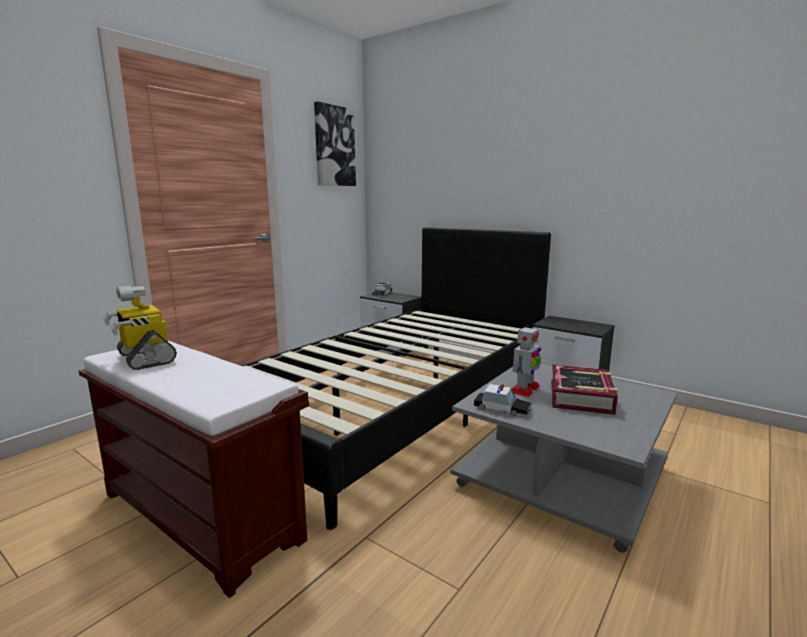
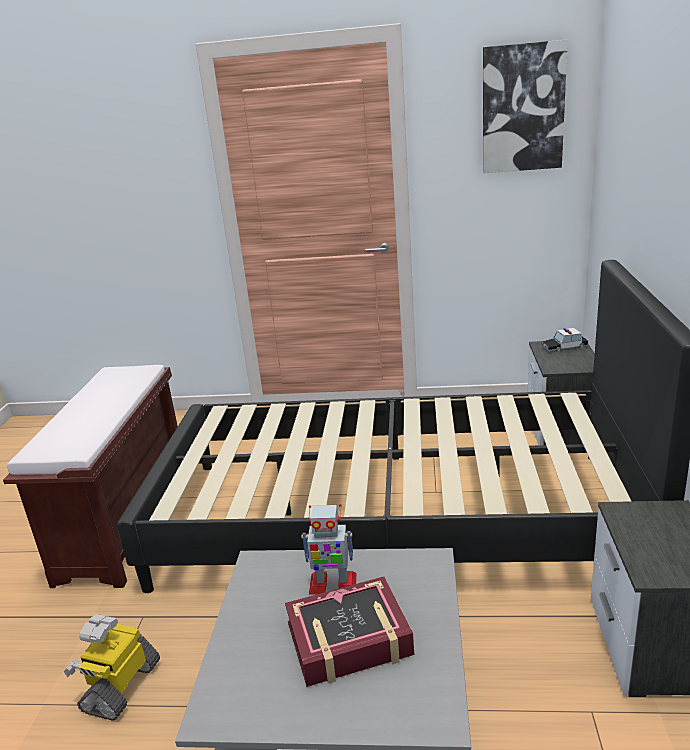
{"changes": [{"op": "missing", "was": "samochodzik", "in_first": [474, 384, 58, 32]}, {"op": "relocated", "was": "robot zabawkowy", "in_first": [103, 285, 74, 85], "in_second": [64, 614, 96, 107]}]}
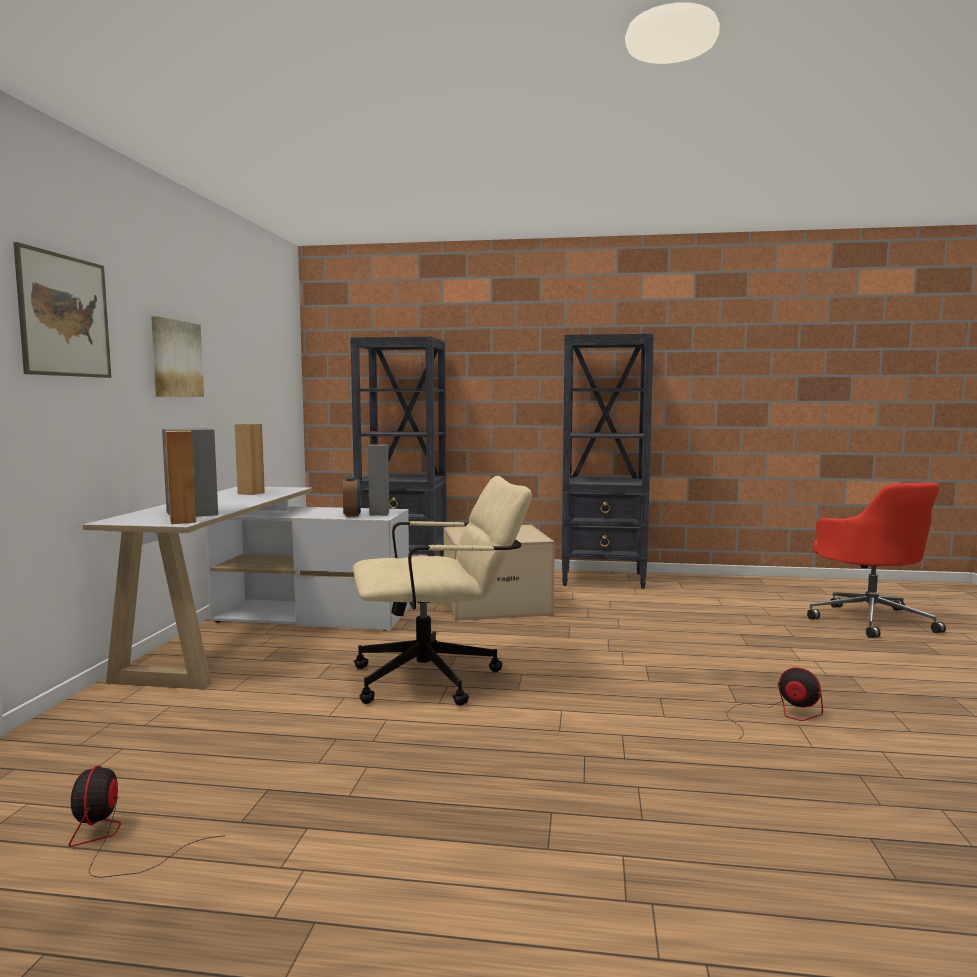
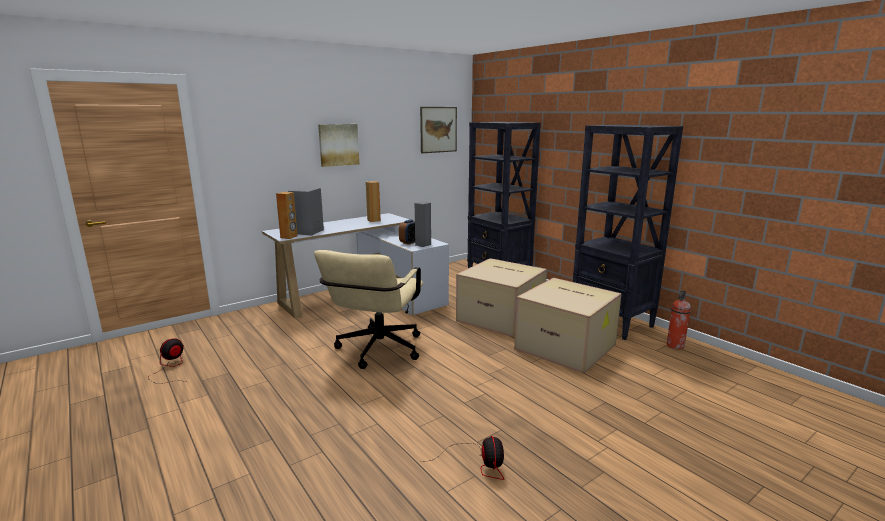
{"changes": [{"op": "missing", "was": "krzesło biurowe [czerwony]", "in_first": [807, 482, 139, 156]}, {"op": "appeared", "now": "karton", "in_second": [514, 278, 108, 95]}, {"op": "appeared", "now": "gaśnica", "in_second": [667, 290, 24, 59]}, {"op": "relocated", "was": "obraz", "in_first": [13, 242, 98, 136], "in_second": [420, 107, 37, 46]}, {"op": "spun", "was": "krzesło biurowe [beżowy]", "in_first": [353, 476, 179, 230], "in_second": [314, 250, 109, 119], "clockwise": 75}]}
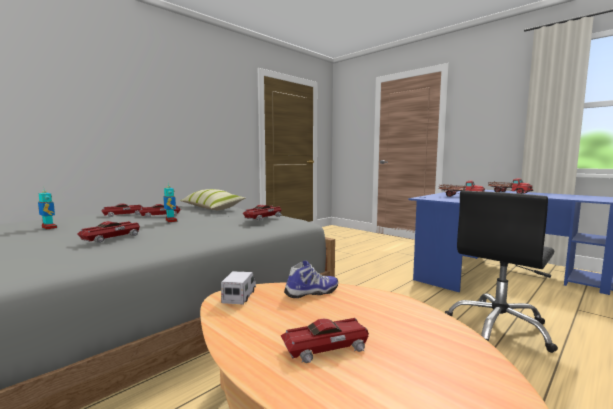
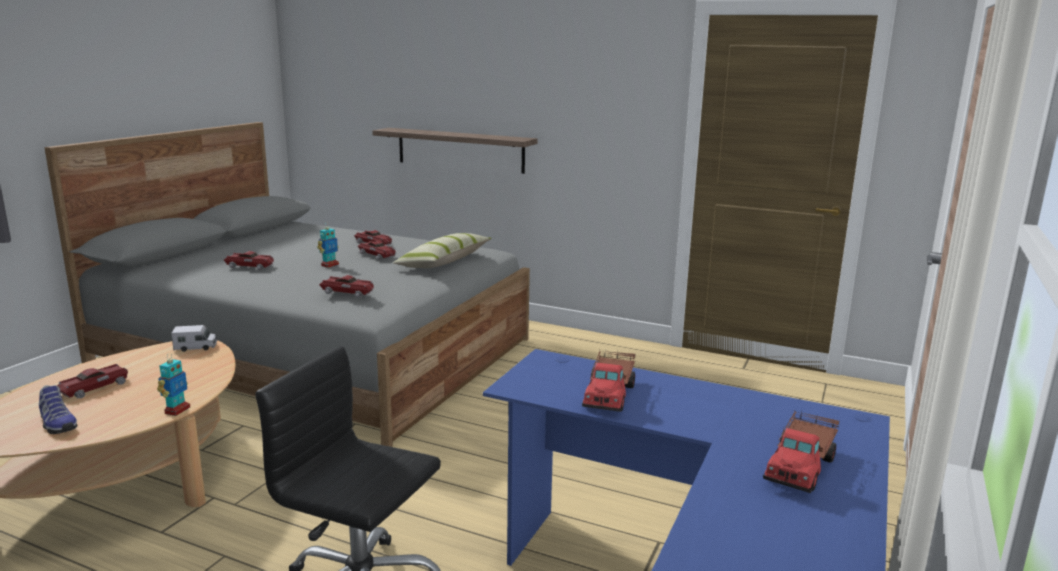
{"changes": [{"op": "appeared", "now": "półka", "in_second": [372, 128, 166, 46]}, {"op": "relocated", "was": "robot zabawkowy", "in_first": [38, 190, 19, 40], "in_second": [157, 353, 33, 63]}, {"op": "relocated", "was": "but", "in_first": [284, 261, 54, 37], "in_second": [39, 385, 38, 49]}, {"op": "spun", "was": "samochodzik", "in_first": [281, 318, 88, 45], "in_second": [57, 364, 71, 35], "clockwise": -105}]}
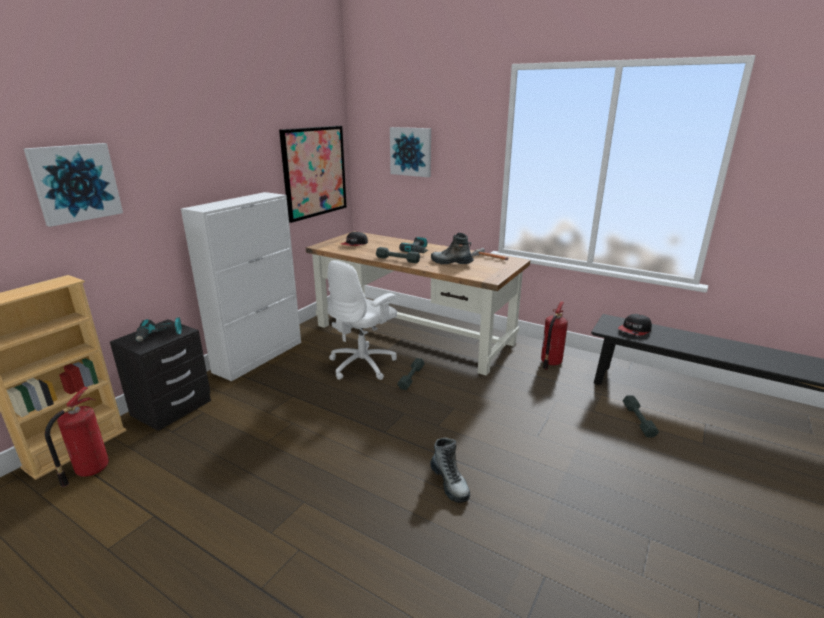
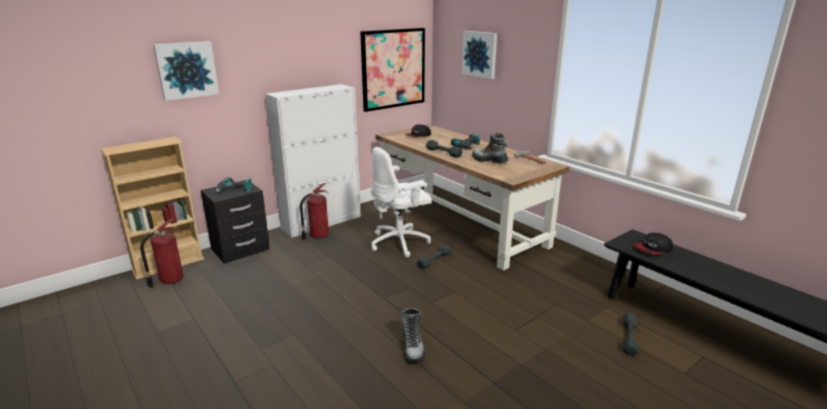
{"changes": [{"op": "relocated", "was": "gaśnica", "in_first": [541, 301, 27, 69], "in_second": [300, 183, 29, 57]}]}
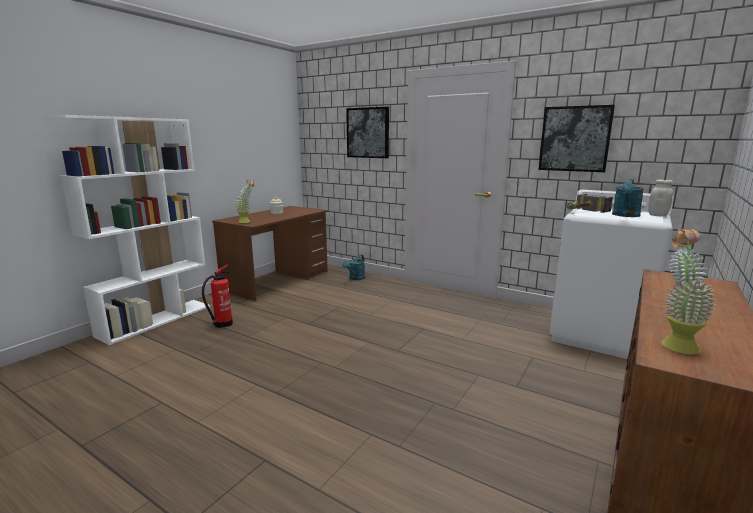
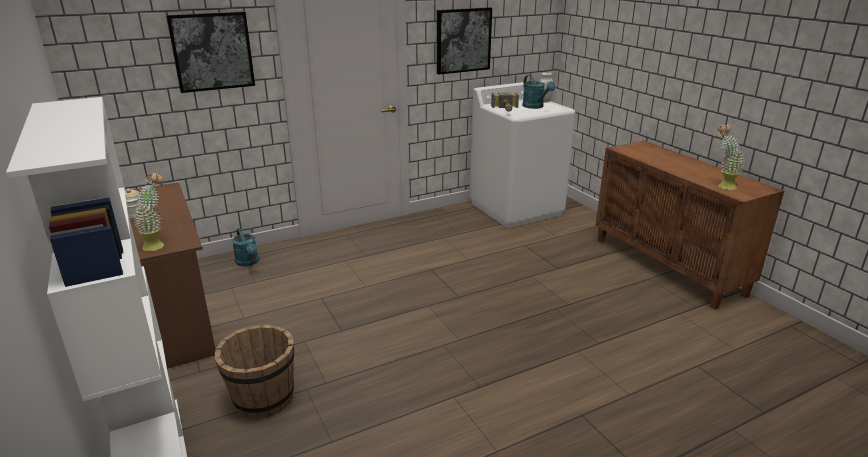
{"changes": [{"op": "exchanged", "was": "gaśnica", "now": "wiadro [brązowy]", "in_first": [202, 265, 31, 63], "in_second": [214, 325, 80, 94]}]}
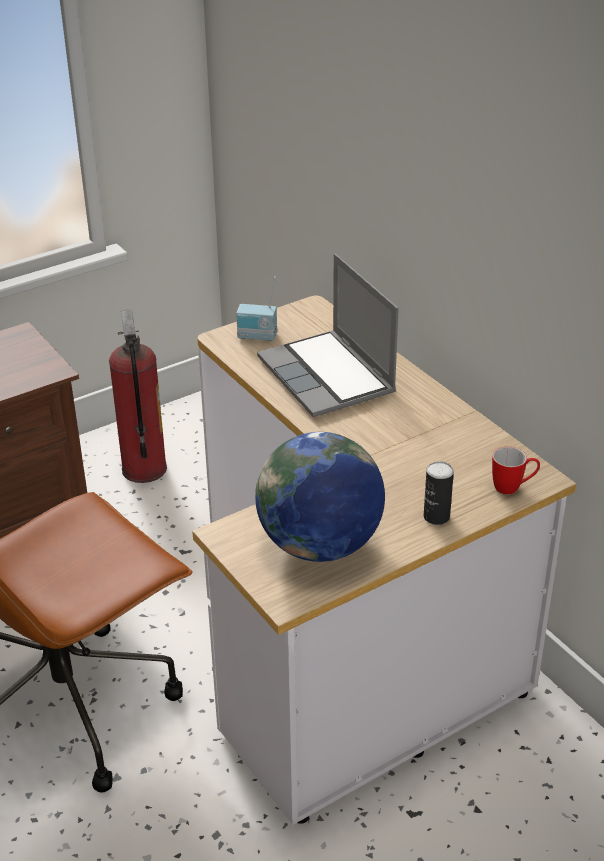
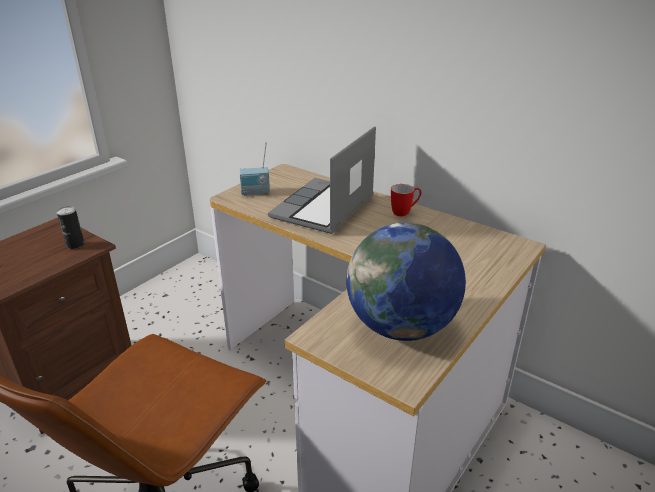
{"changes": [{"op": "missing", "was": "gaśnica", "in_first": [109, 310, 58, 173]}, {"op": "relocated", "was": "puszka", "in_first": [424, 461, 30, 64], "in_second": [57, 206, 27, 43]}, {"op": "relocated", "was": "kubek", "in_first": [492, 447, 48, 48], "in_second": [391, 184, 31, 32]}, {"op": "spun", "was": "laptop", "in_first": [257, 254, 142, 163], "in_second": [268, 126, 108, 108], "clockwise": 75}]}
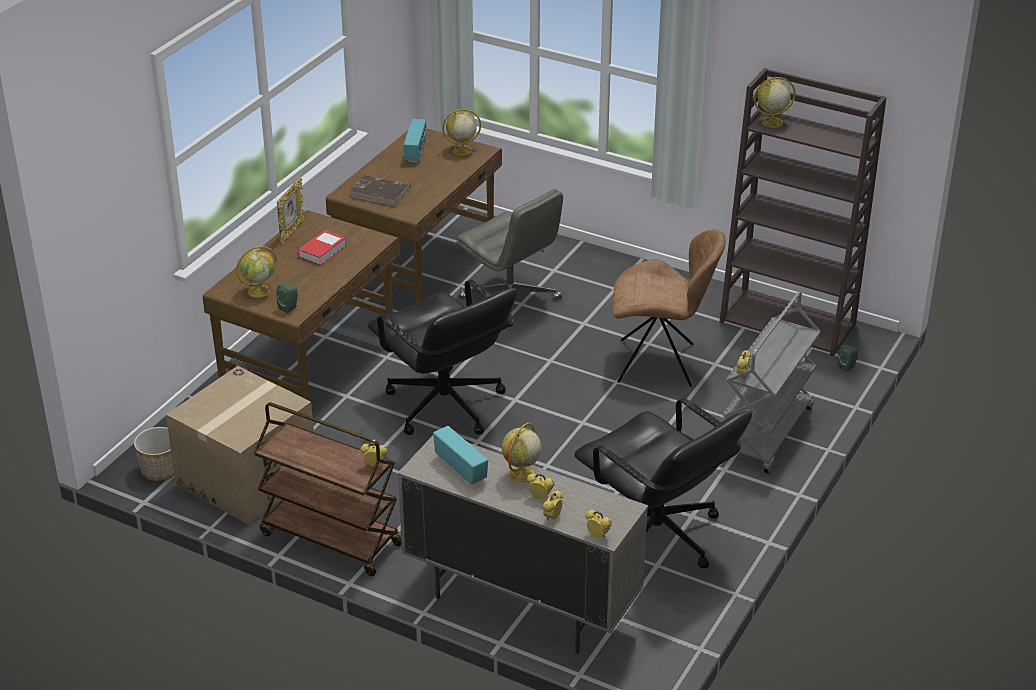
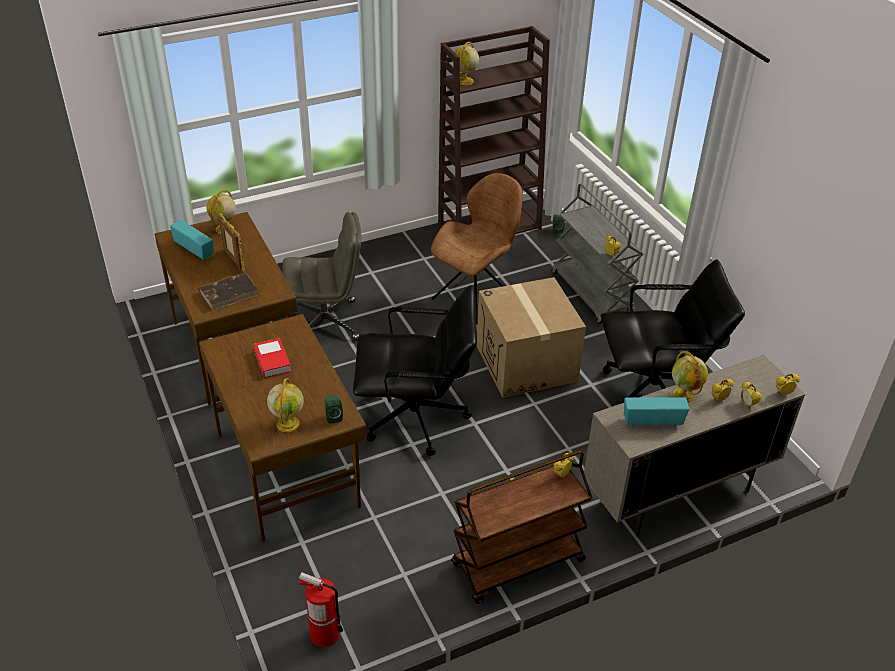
{"changes": [{"op": "relocated", "was": "karton", "in_first": [166, 366, 148, 159], "in_second": [477, 277, 109, 121]}, {"op": "relocated", "was": "ramka na zdjęcie", "in_first": [277, 177, 28, 67], "in_second": [219, 213, 26, 59]}, {"op": "exchanged", "was": "donica", "now": "gaśnica", "in_first": [134, 427, 41, 54], "in_second": [298, 572, 45, 75]}]}
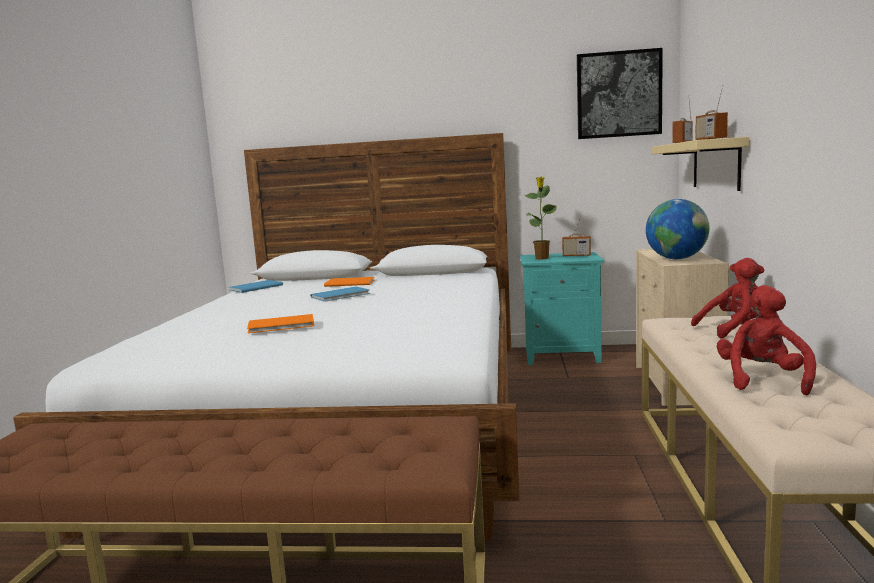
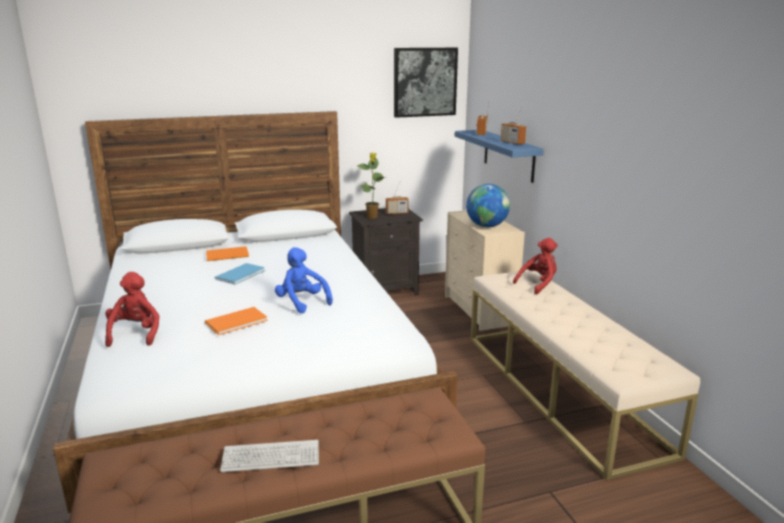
{"changes": [{"op": "missing", "was": "książka [niebieski]", "in_first": [229, 280, 54, 13]}, {"op": "appeared", "now": "klawiatura", "in_second": [220, 440, 99, 32]}, {"op": "appeared", "now": "pluszak [niebieski]", "in_second": [275, 247, 58, 67]}, {"op": "relocated", "was": "pluszak [czerwony]", "in_first": [717, 285, 99, 110], "in_second": [105, 272, 54, 75]}, {"op": "colour", "was": "szafka nocna [turkusowy]", "now": "szafka nocna [czarny]", "in_first": [520, 252, 84, 113], "in_second": [349, 208, 74, 87]}, {"op": "colour", "was": "półka [beżowy]", "now": "półka [niebieski]", "in_first": [651, 137, 98, 54], "in_second": [455, 130, 89, 53]}]}
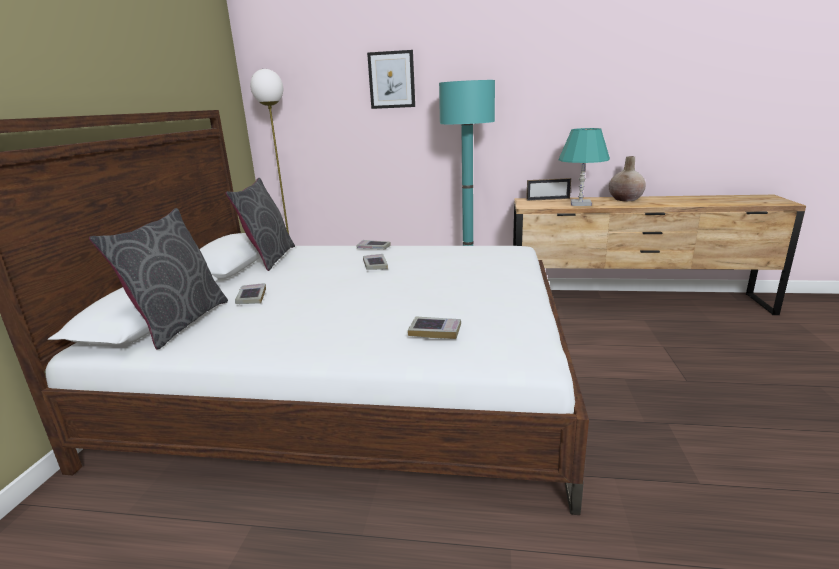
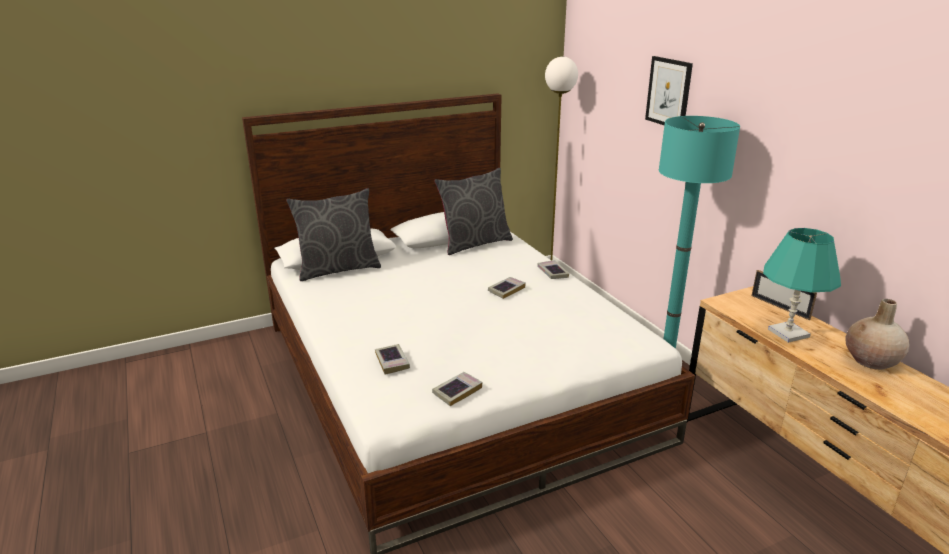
{"changes": [{"op": "relocated", "was": "książka", "in_first": [235, 283, 31, 21], "in_second": [432, 372, 50, 34]}]}
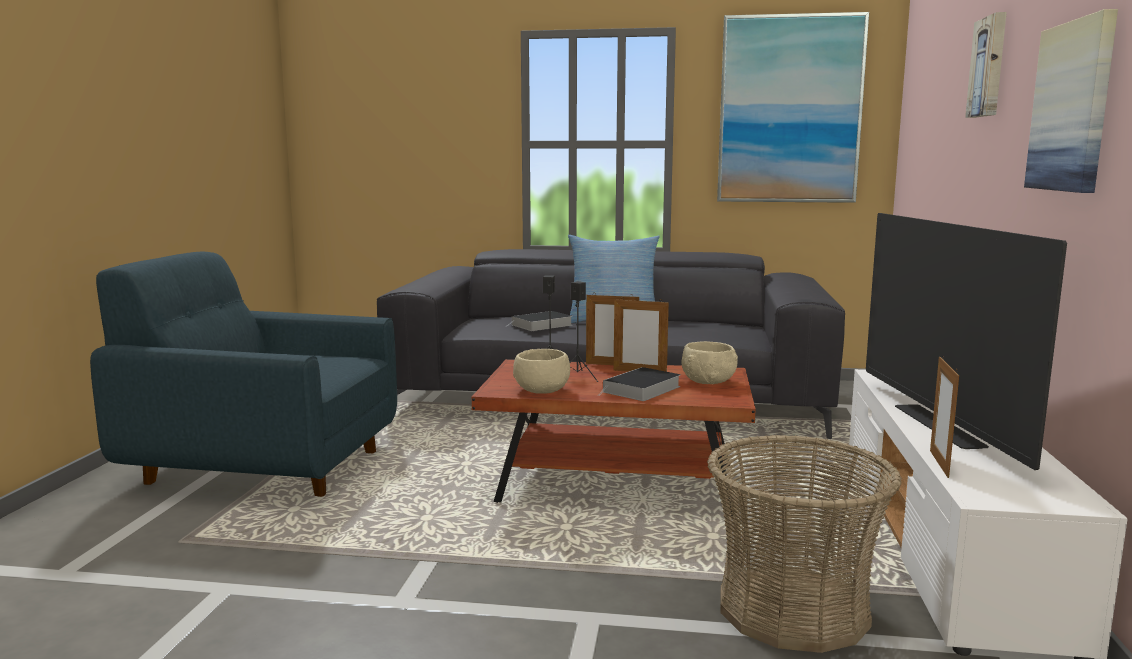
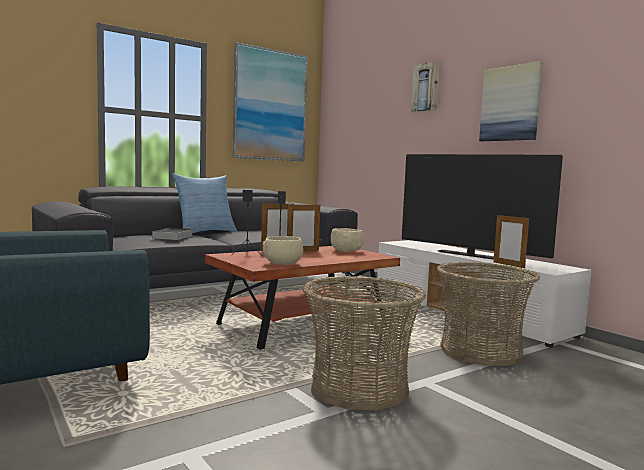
{"changes": [{"op": "missing", "was": "książka", "in_first": [598, 367, 83, 34]}, {"op": "appeared", "now": "koszyk", "in_second": [303, 276, 123, 134]}]}
